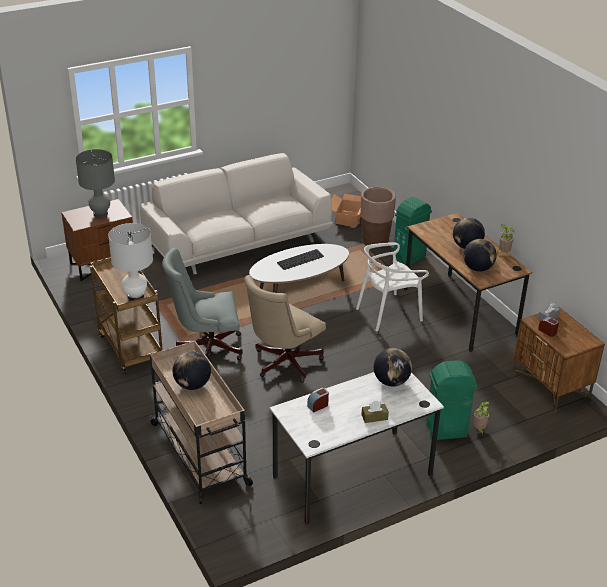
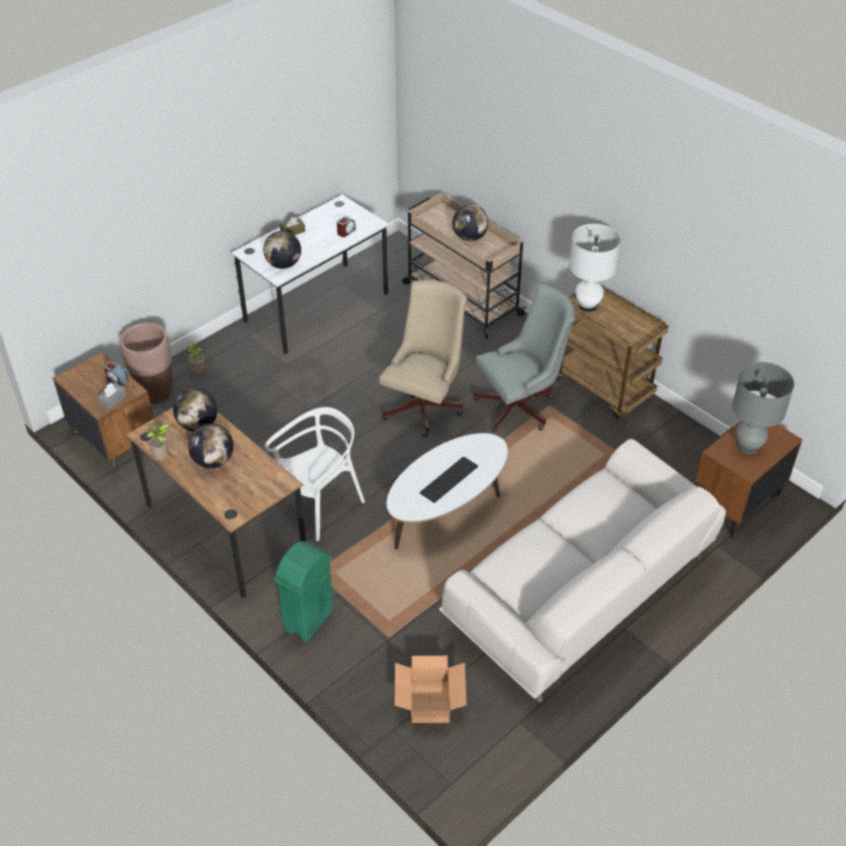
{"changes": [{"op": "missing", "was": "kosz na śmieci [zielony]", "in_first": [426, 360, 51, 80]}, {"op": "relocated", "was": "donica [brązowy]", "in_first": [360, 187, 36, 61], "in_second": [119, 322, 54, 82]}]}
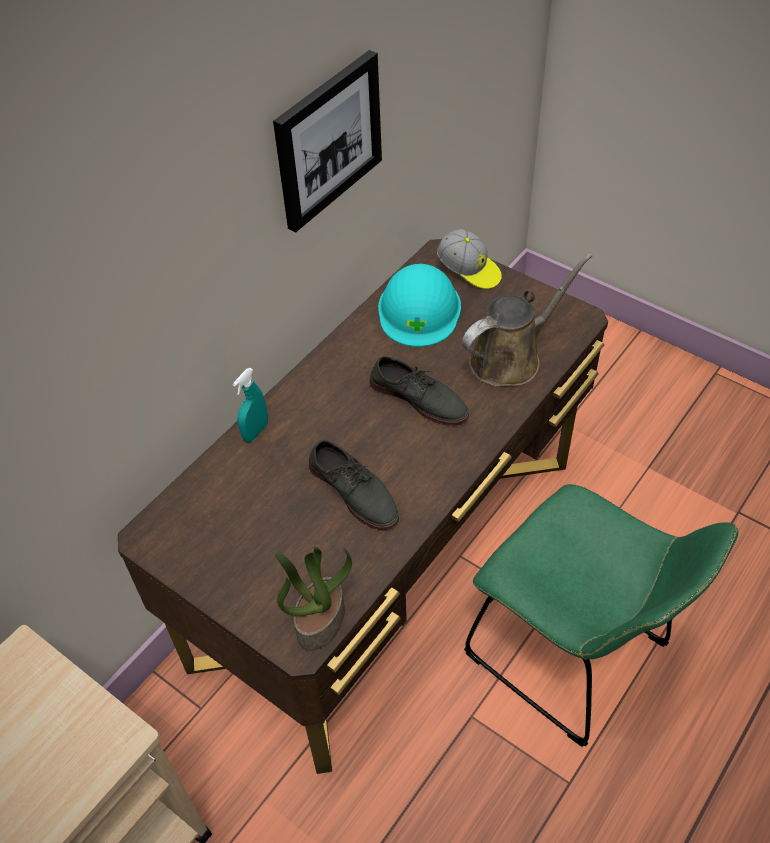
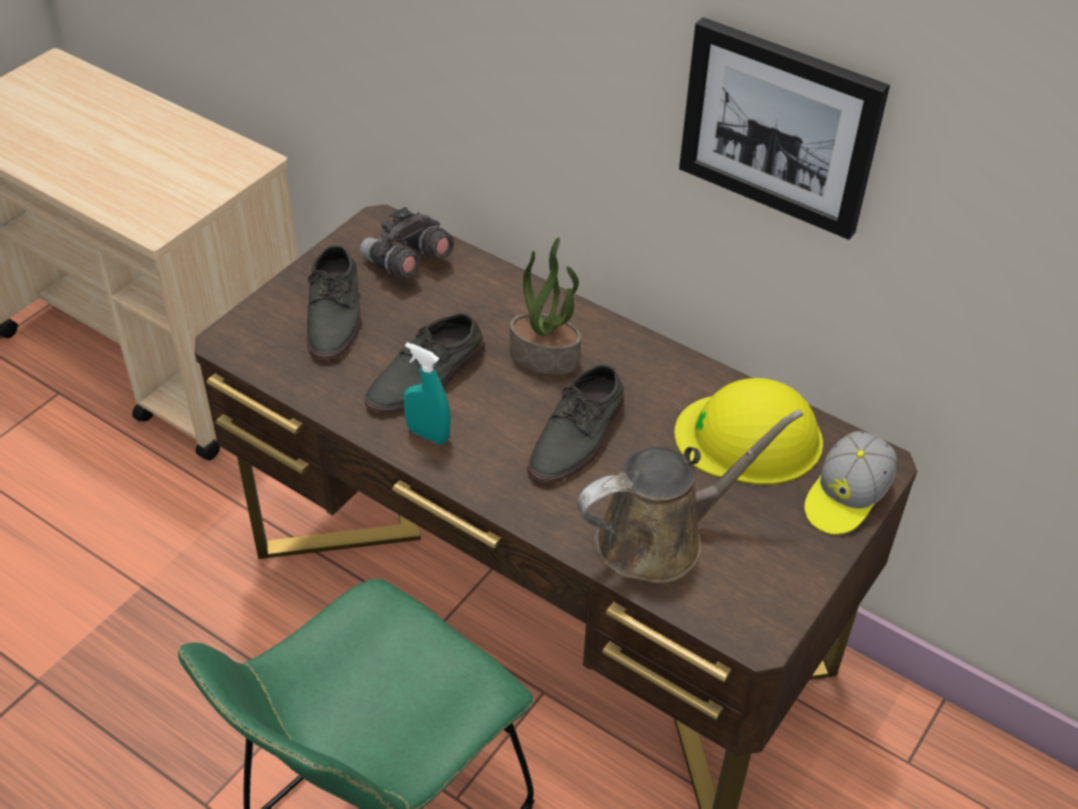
{"changes": [{"op": "appeared", "now": "but [szary]", "in_second": [307, 245, 54, 115]}, {"op": "appeared", "now": "lornetka [szary]", "in_second": [360, 207, 94, 71]}, {"op": "relocated", "was": "spryskiwacz [turkusowy]", "in_first": [233, 368, 35, 74], "in_second": [404, 342, 47, 102]}, {"op": "relocated", "was": "roślina doniczkowa", "in_first": [275, 547, 77, 104], "in_second": [510, 237, 71, 138]}, {"op": "colour", "was": "kask [turkusowy]", "now": "kask [żółty]", "in_first": [378, 264, 83, 83], "in_second": [674, 378, 149, 107]}, {"op": "spun", "was": "konewka [brązowy]", "in_first": [462, 253, 130, 134], "in_second": [577, 410, 226, 173], "clockwise": -75}]}
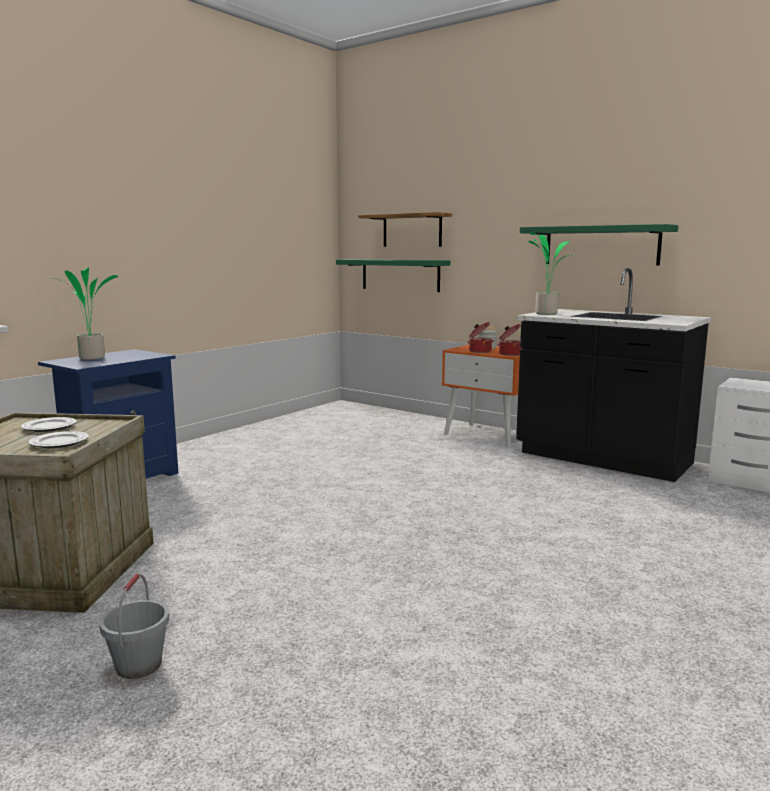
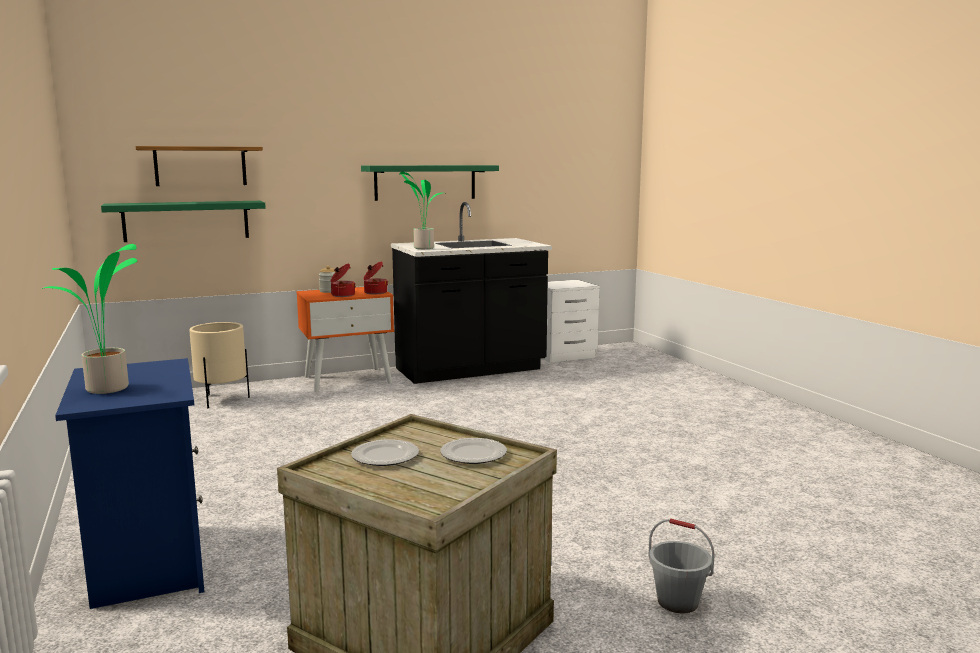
{"changes": [{"op": "appeared", "now": "donica [beżowy]", "in_second": [189, 322, 61, 86]}]}
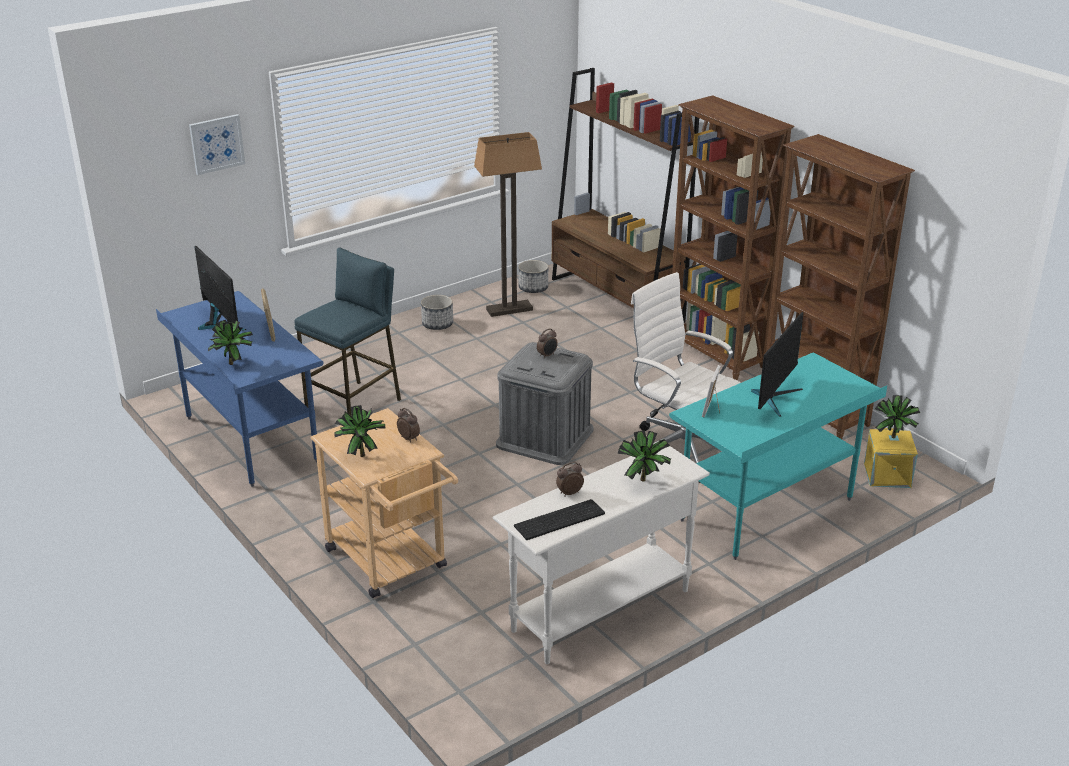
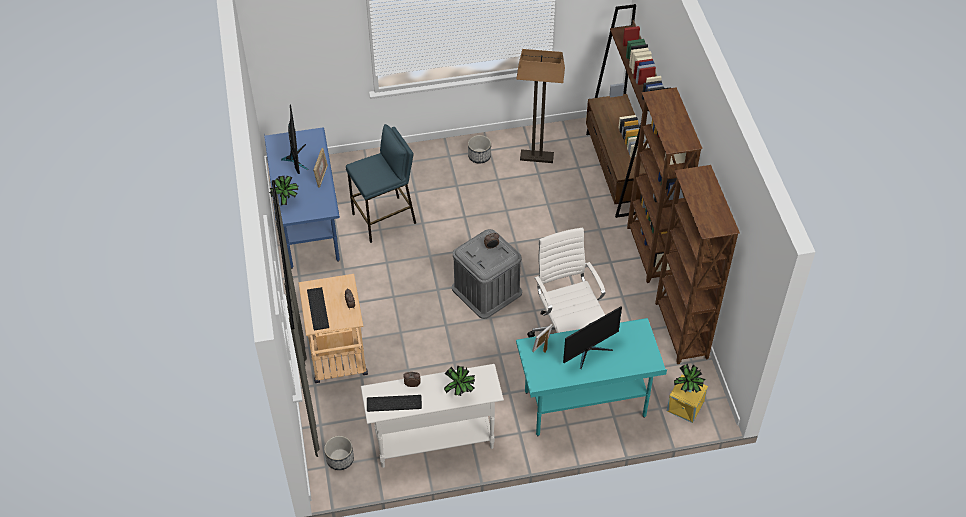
{"changes": [{"op": "missing", "was": "obraz", "in_first": [189, 114, 56, 61]}, {"op": "relocated", "was": "donica", "in_first": [518, 260, 30, 33], "in_second": [324, 436, 30, 34]}, {"op": "exchanged", "was": "roślina doniczkowa", "now": "klawiatura", "in_first": [334, 405, 52, 52], "in_second": [307, 287, 22, 44]}]}
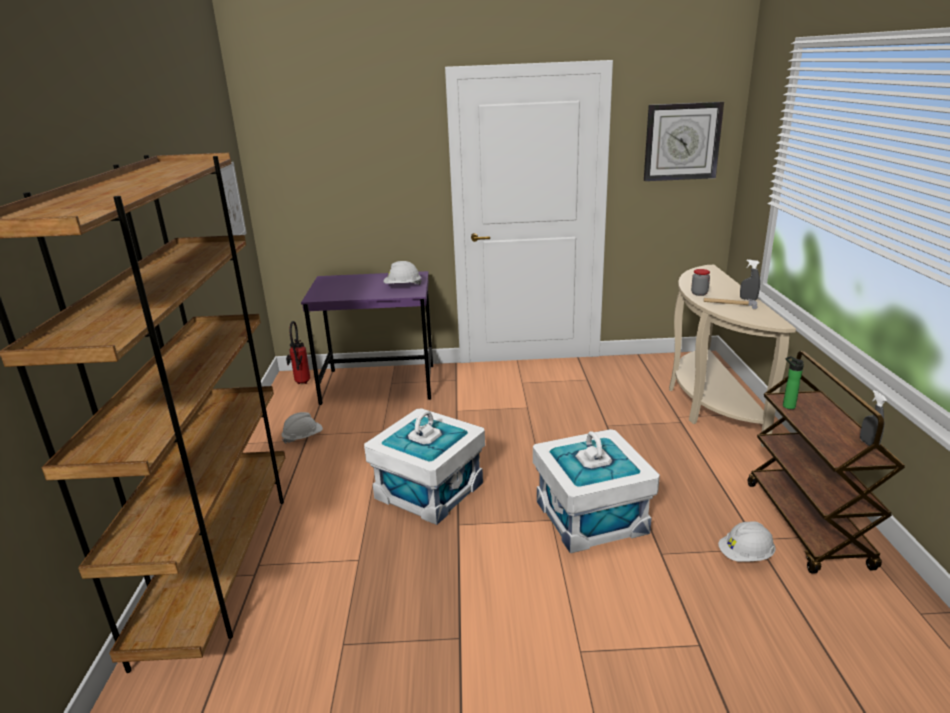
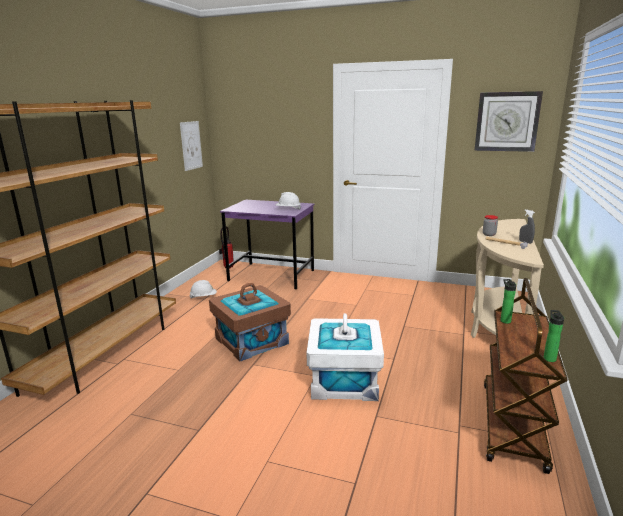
{"changes": [{"op": "missing", "was": "kask [biały]", "in_first": [718, 521, 58, 41]}, {"op": "exchanged", "was": "spryskiwacz [szary]", "now": "butelka", "in_first": [860, 390, 27, 59], "in_second": [543, 310, 21, 52]}, {"op": "colour", "was": "pojemnik do przechowywania [biały]", "now": "pojemnik do przechowywania [brązowy]", "in_first": [364, 408, 121, 117], "in_second": [209, 283, 82, 78]}]}
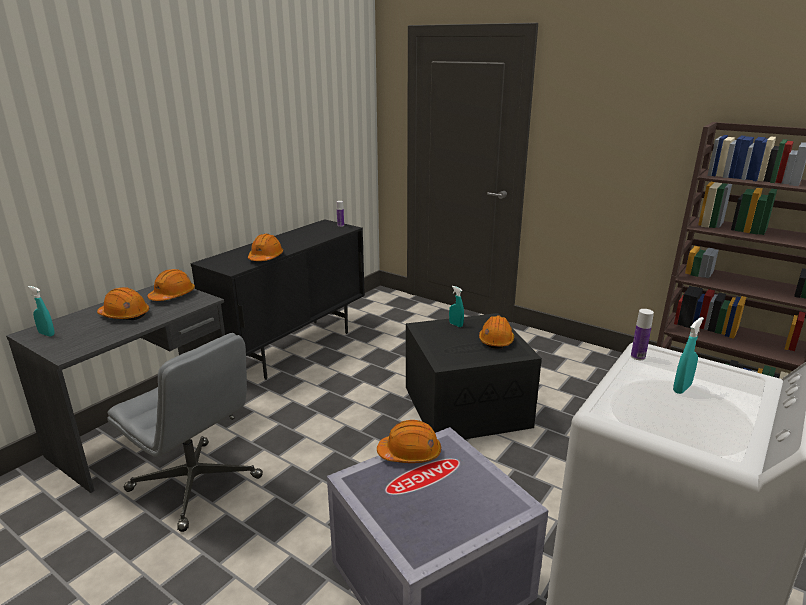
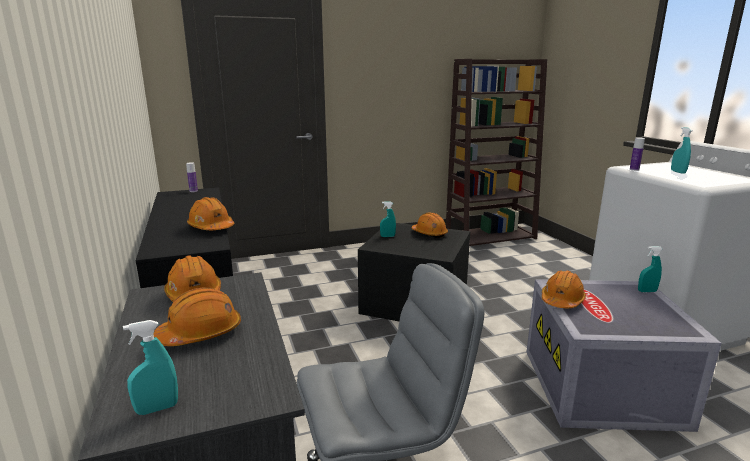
{"changes": [{"op": "appeared", "now": "spryskiwacz [turkusowy]", "in_second": [638, 246, 25, 46]}]}
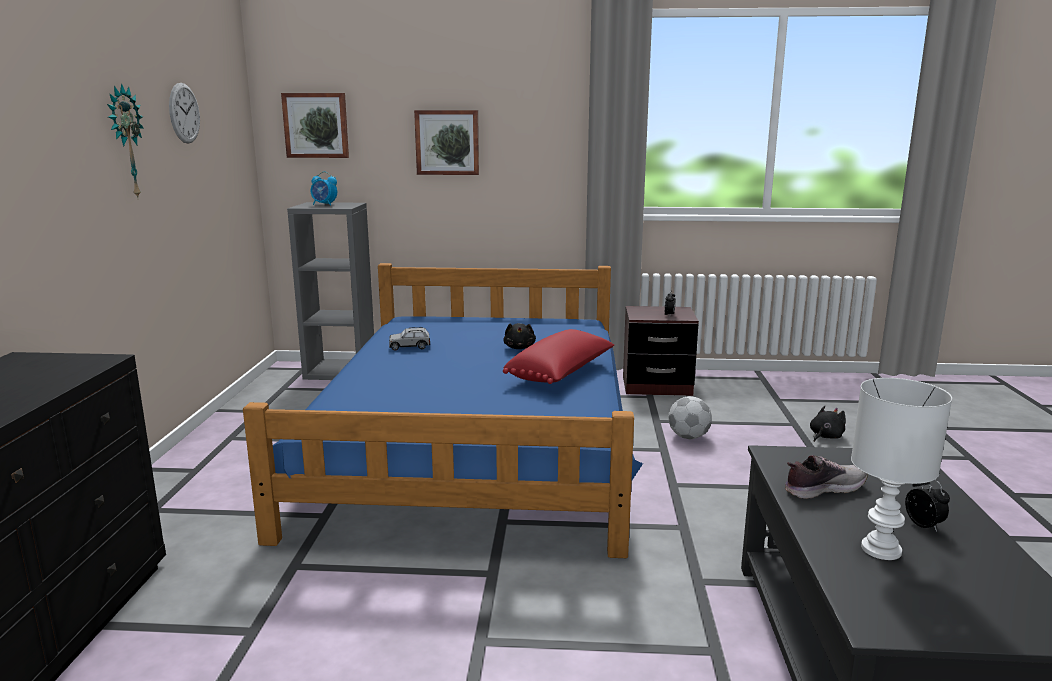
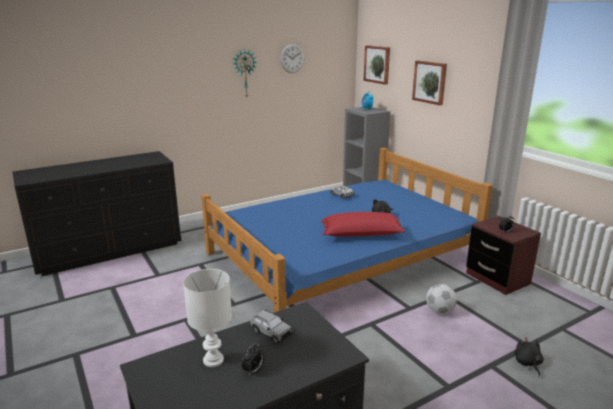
{"changes": [{"op": "exchanged", "was": "but", "now": "samochodzik [szary]", "in_first": [785, 455, 83, 44], "in_second": [249, 310, 44, 34]}, {"op": "spun", "was": "pluszak [czarny]", "in_first": [810, 406, 36, 36], "in_second": [515, 337, 29, 40], "clockwise": -105}]}
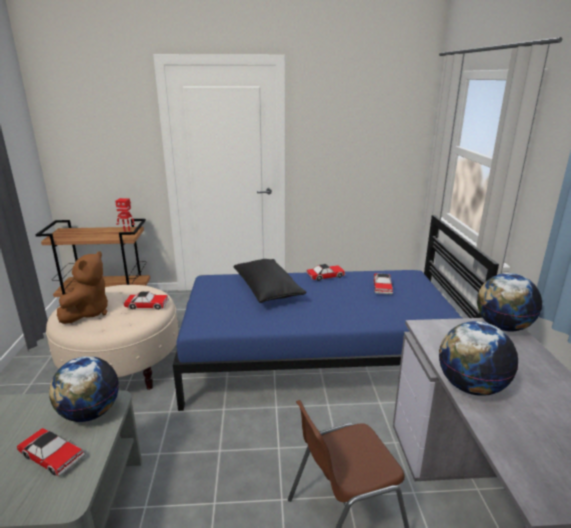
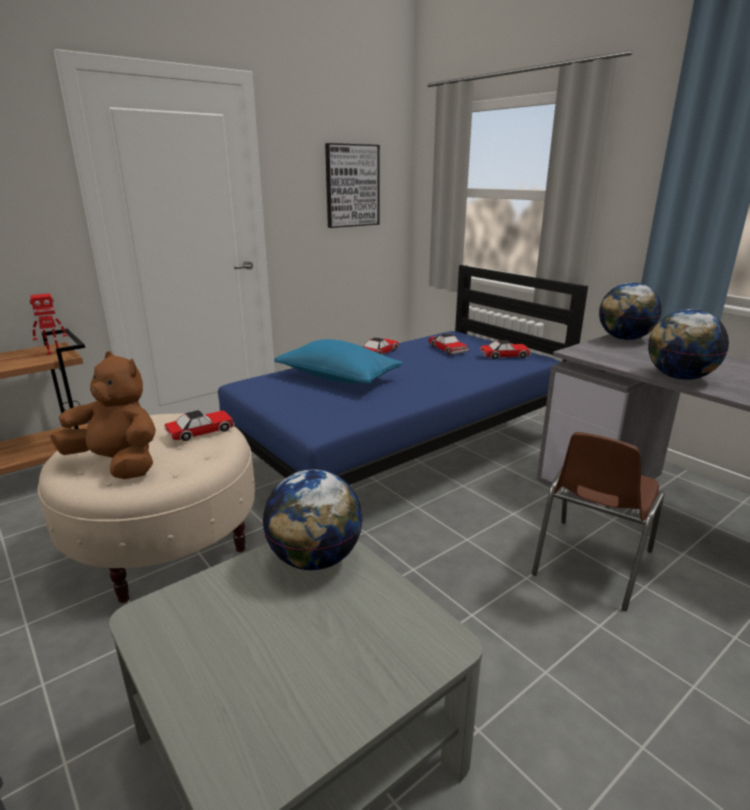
{"changes": [{"op": "appeared", "now": "obraz", "in_second": [325, 143, 55, 85]}, {"op": "relocated", "was": "samochodzik", "in_first": [17, 428, 68, 49], "in_second": [480, 340, 51, 19]}, {"op": "colour", "was": "poduszka [czarny]", "now": "poduszka [niebieski]", "in_first": [234, 259, 72, 44], "in_second": [274, 339, 129, 45]}, {"op": "spun", "was": "pluszak [brązowy]", "in_first": [57, 251, 51, 73], "in_second": [50, 351, 106, 128], "clockwise": -45}]}
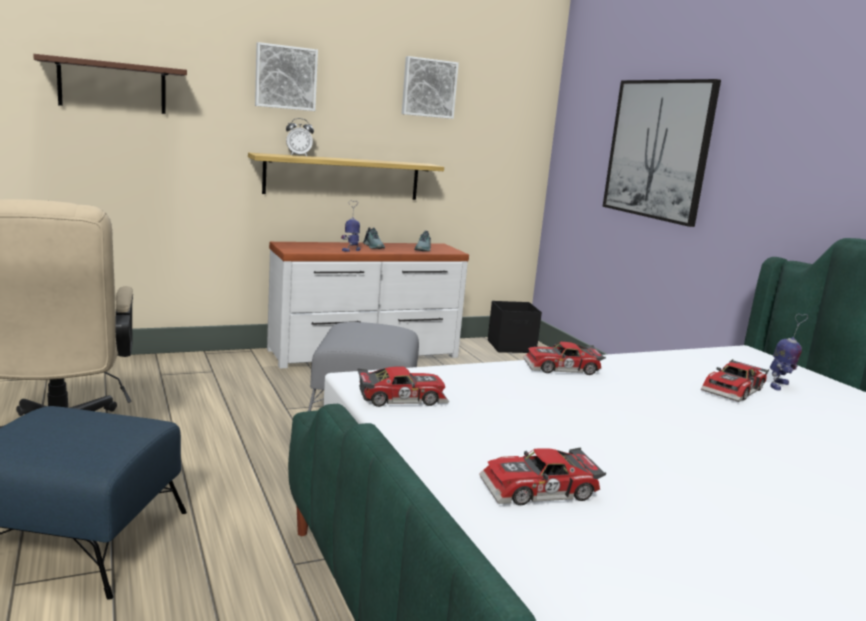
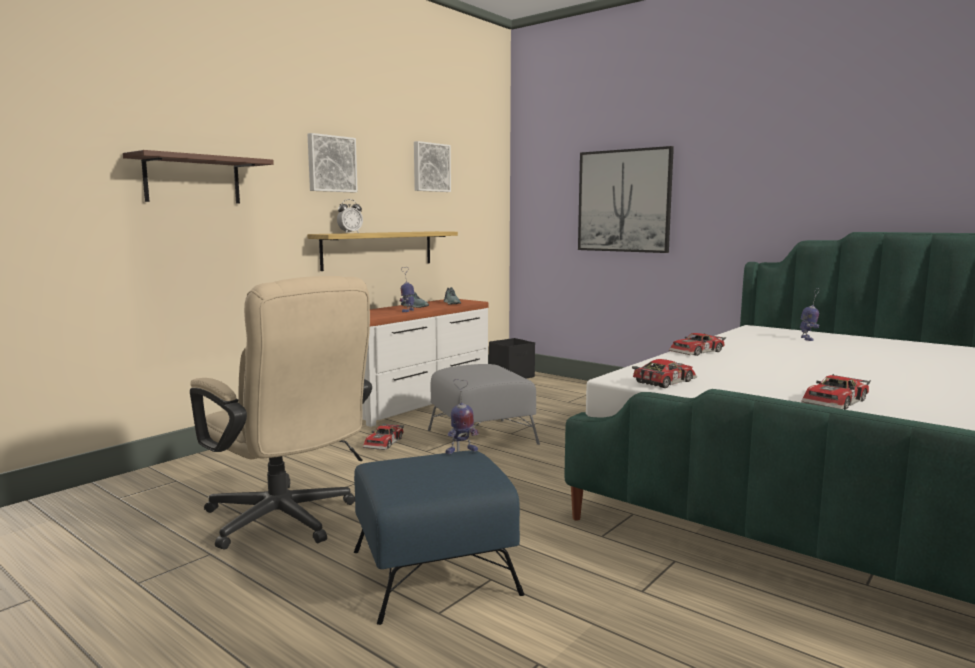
{"changes": [{"op": "appeared", "now": "robot zabawkowy", "in_second": [446, 379, 33, 75]}, {"op": "relocated", "was": "samochodzik", "in_first": [701, 359, 68, 43], "in_second": [363, 423, 41, 27]}]}
